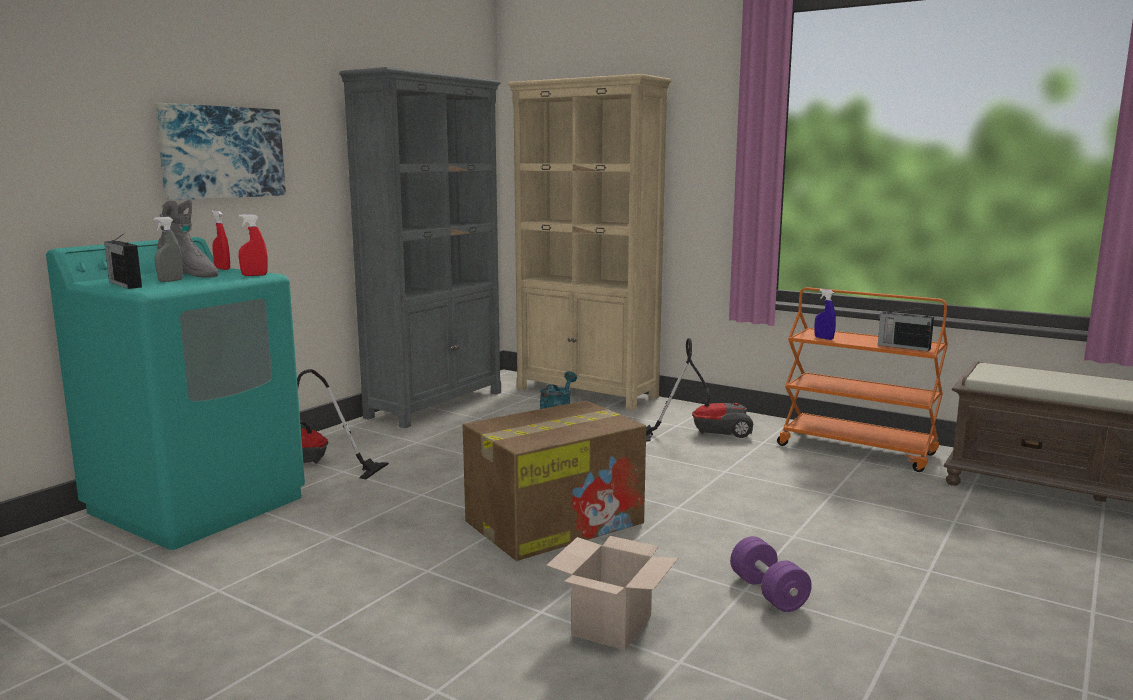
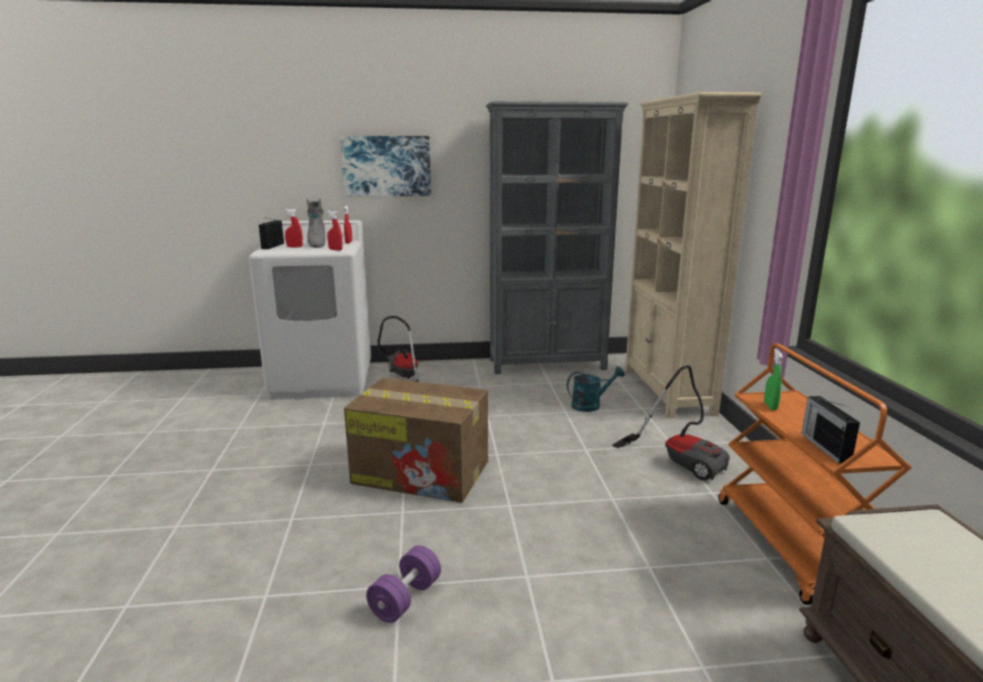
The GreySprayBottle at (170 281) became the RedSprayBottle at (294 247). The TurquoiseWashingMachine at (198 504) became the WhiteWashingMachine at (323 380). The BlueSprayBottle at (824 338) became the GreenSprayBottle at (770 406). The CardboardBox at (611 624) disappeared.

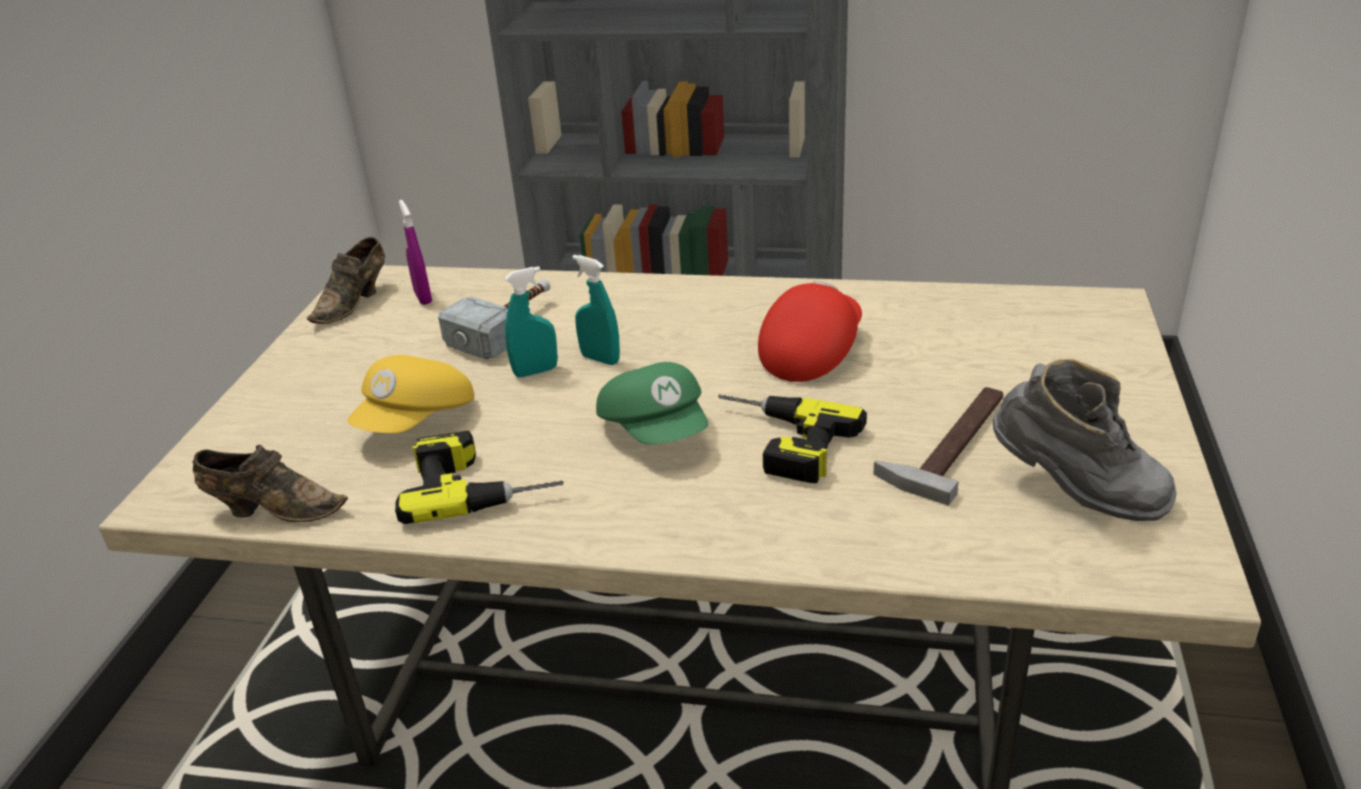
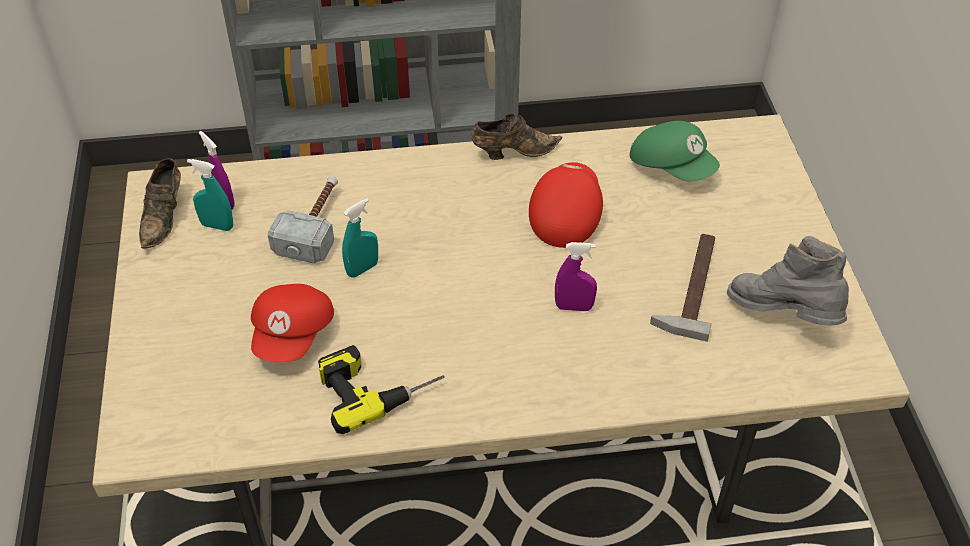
The TurquoiseSprayBottle moved from (600 359) to (217 226). The YellowCap at (418 421) became the RedCap at (294 335). The GreyBoot at (1075 494) turned 150 degrees counterclockwise. The GreenCap moved from (657 430) to (672 166). The PowerDrill at (776 442) was replaced by the PurpleSprayBottle at (574 307). The BrownShoe moved from (273 510) to (513 152).

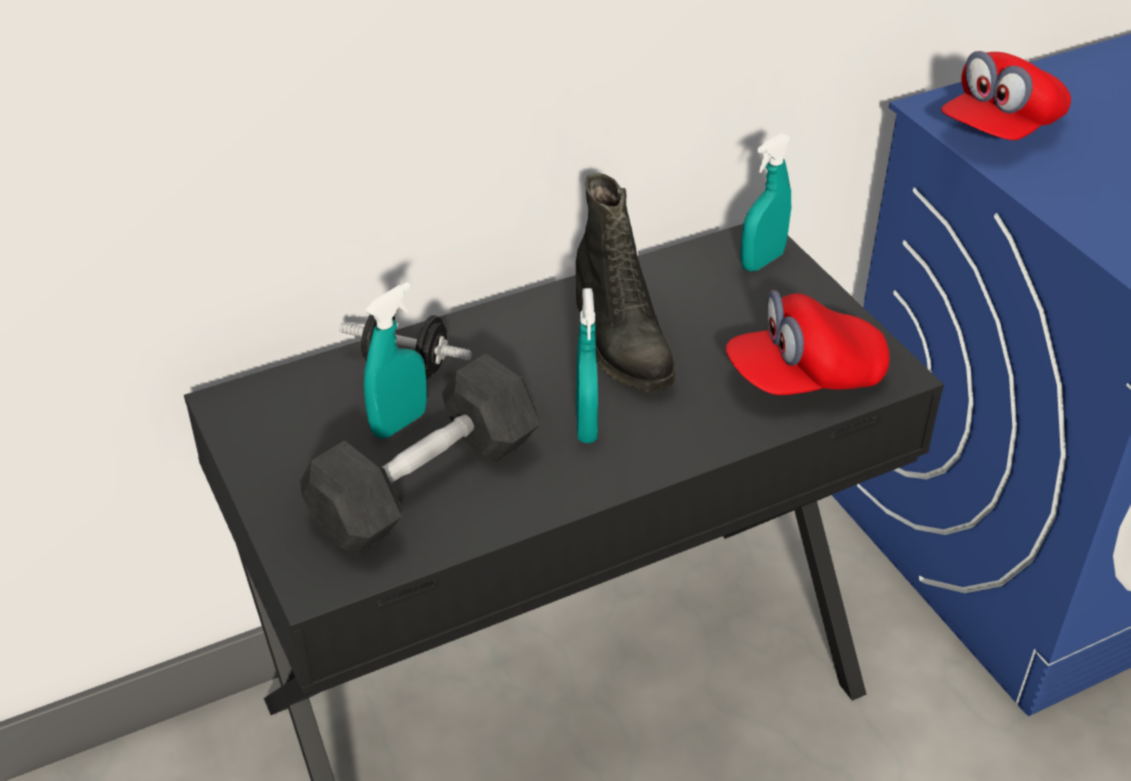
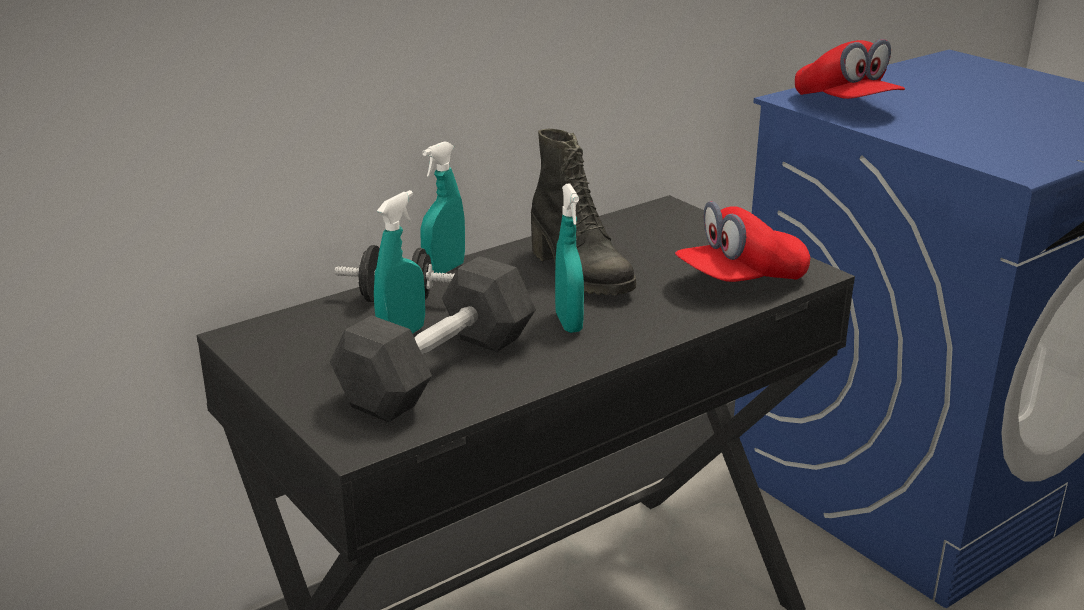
The RedCap at (1000 129) turned 60 degrees counterclockwise. The TurquoiseSprayBottle moved from (762 261) to (444 270).

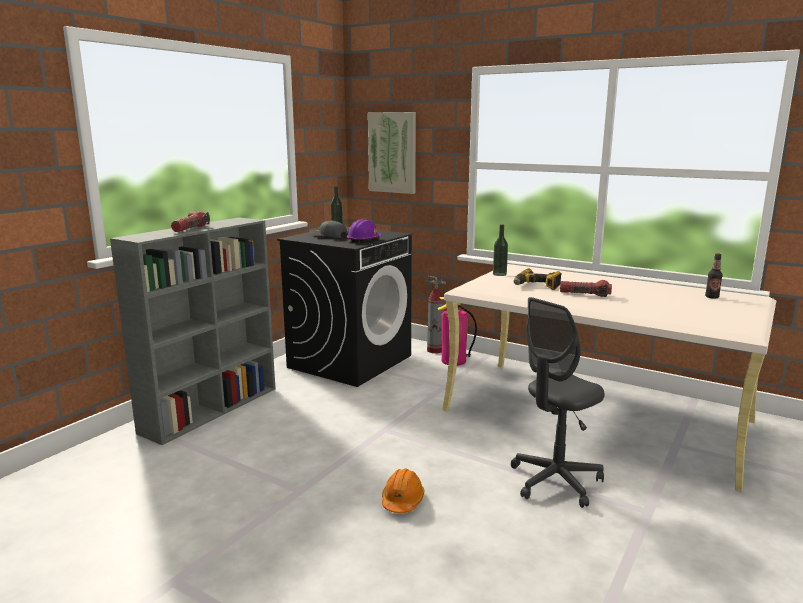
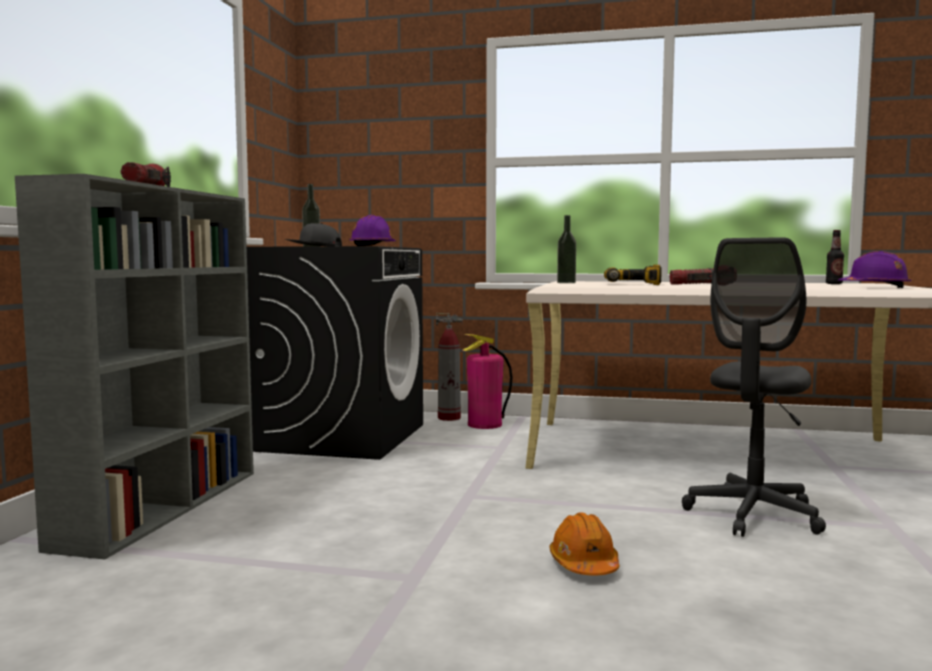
The Picture at (392 152) disappeared. The PurpleHardHat at (874 287) appeared.

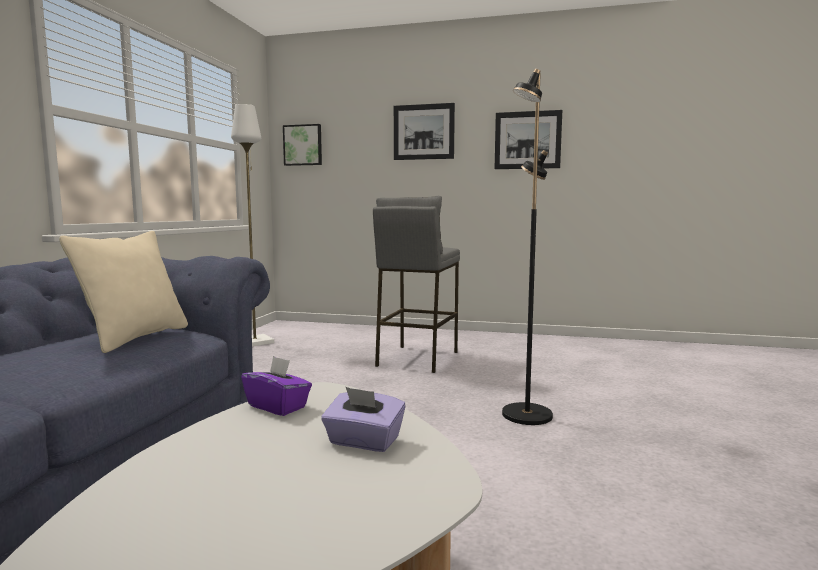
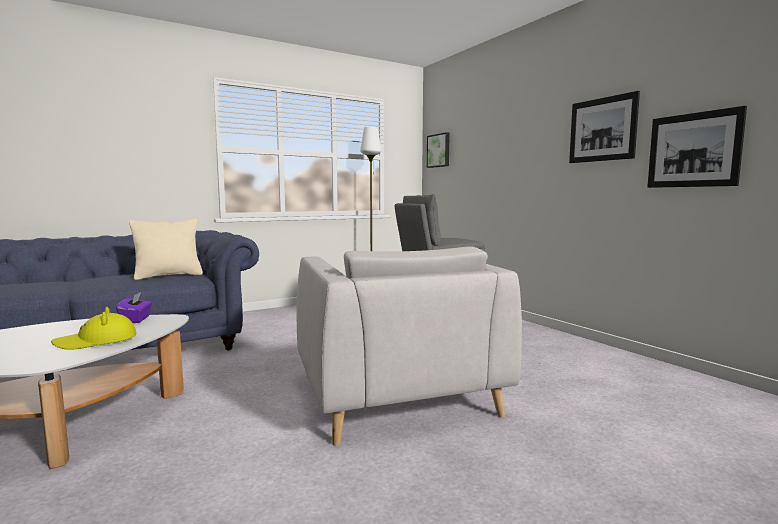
The BlackFloorLamp at (525 415) was replaced by the GreyArmchair at (396 395). The Picture moved from (423 132) to (693 150). The PurpleTissueBox at (363 442) was replaced by the YellowHat at (97 341).

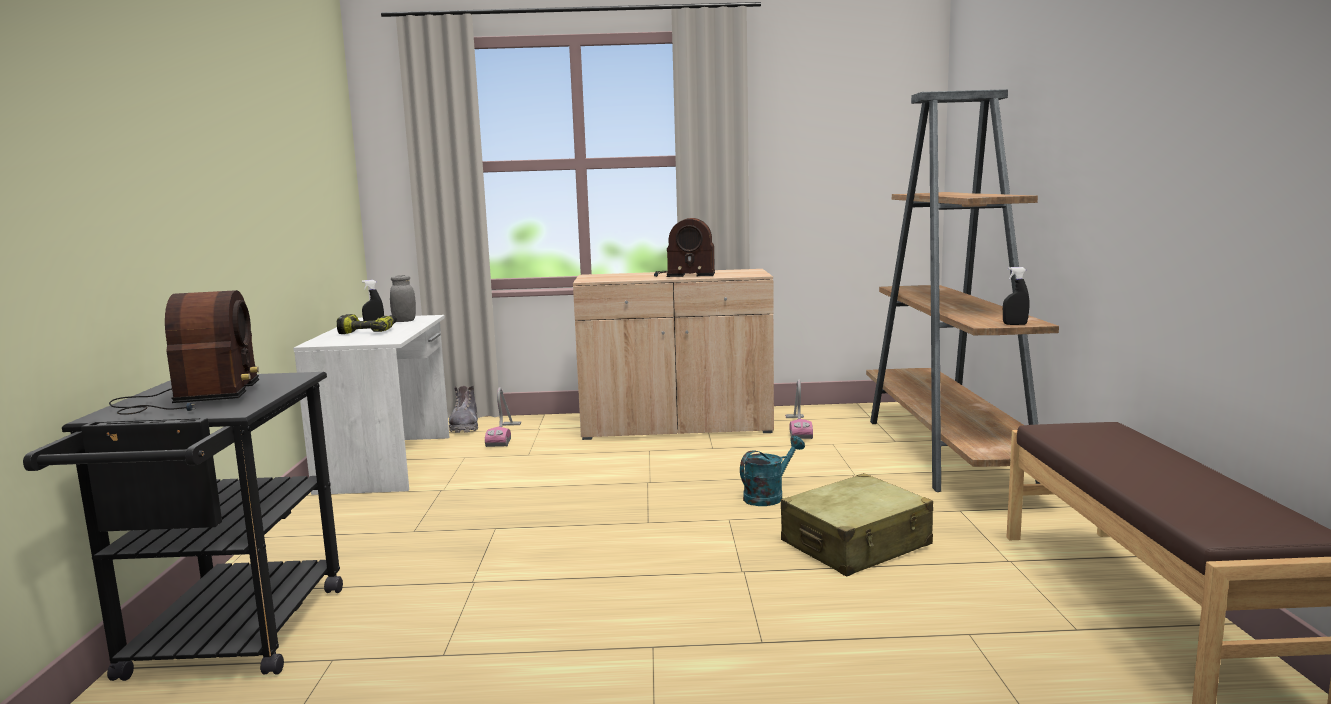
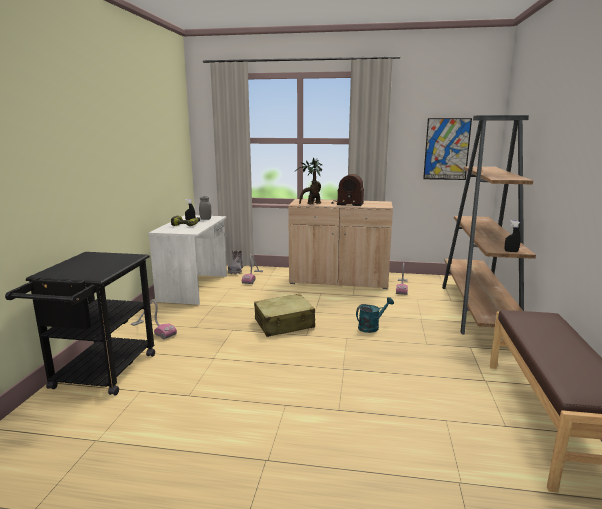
The Radio at (190 399) disappeared. The BeigeSuitcase moved from (856 544) to (284 324). The Picture at (446 149) appeared. The PottedPlant at (311 204) appeared. The VacuumCleaner at (153 330) appeared.

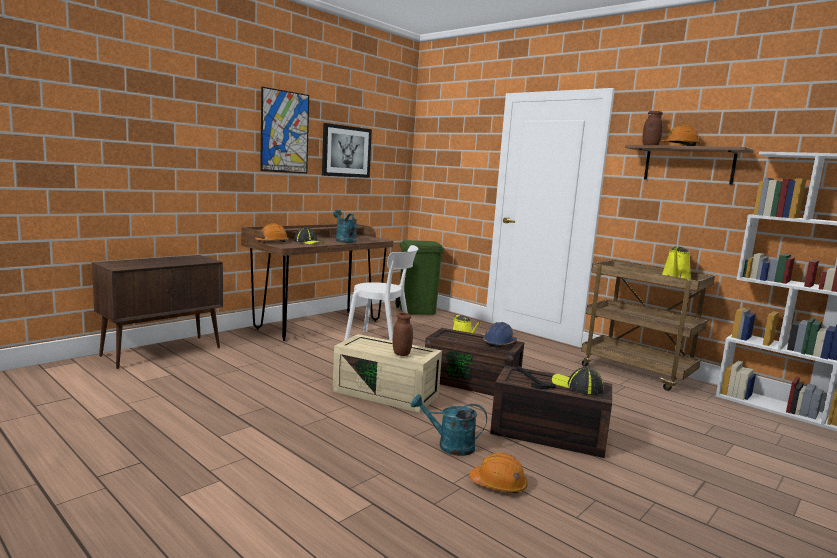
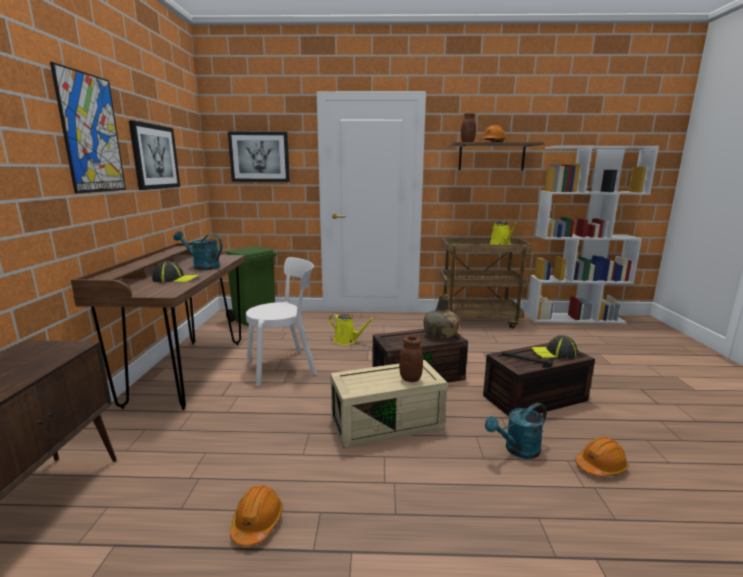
The OrangeHardHat moved from (272 242) to (257 523). The BlueHardHat at (499 344) was replaced by the GreenBottle at (440 334). The Picture at (259 157) appeared.

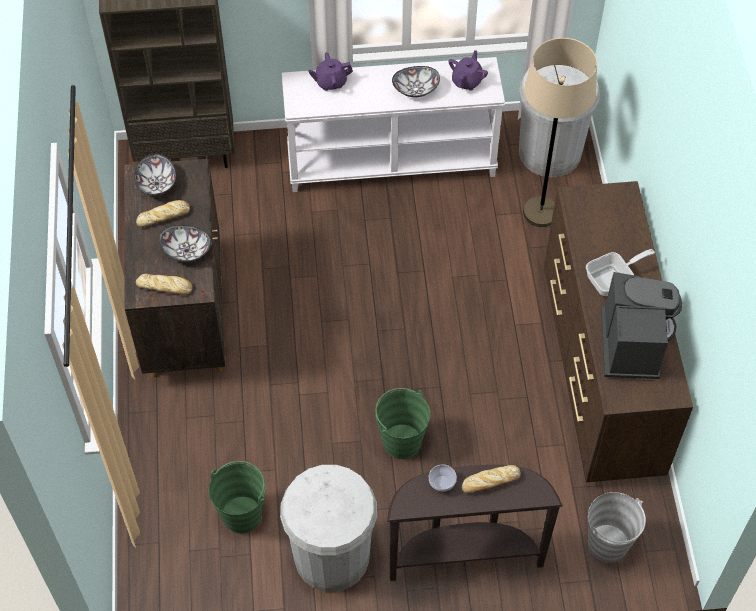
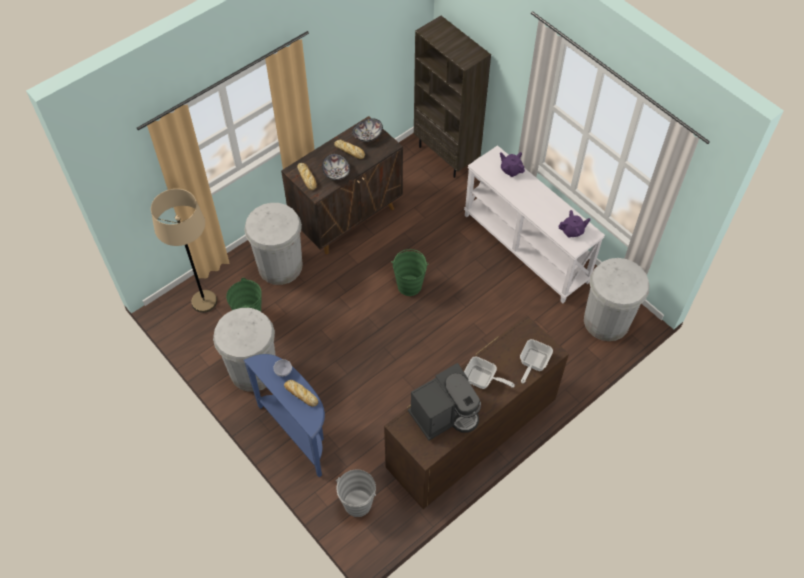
The BeigeFloorLamp moved from (540 212) to (204 301). The Bowl at (415 90) disappeared. The GreenBucket moved from (401 441) to (409 285). The BrownConsoleTable at (464 555) became the BlueConsoleTable at (298 433). The WhiteTrashCan at (280 266) appeared. The FryingPan at (532 363) appeared.

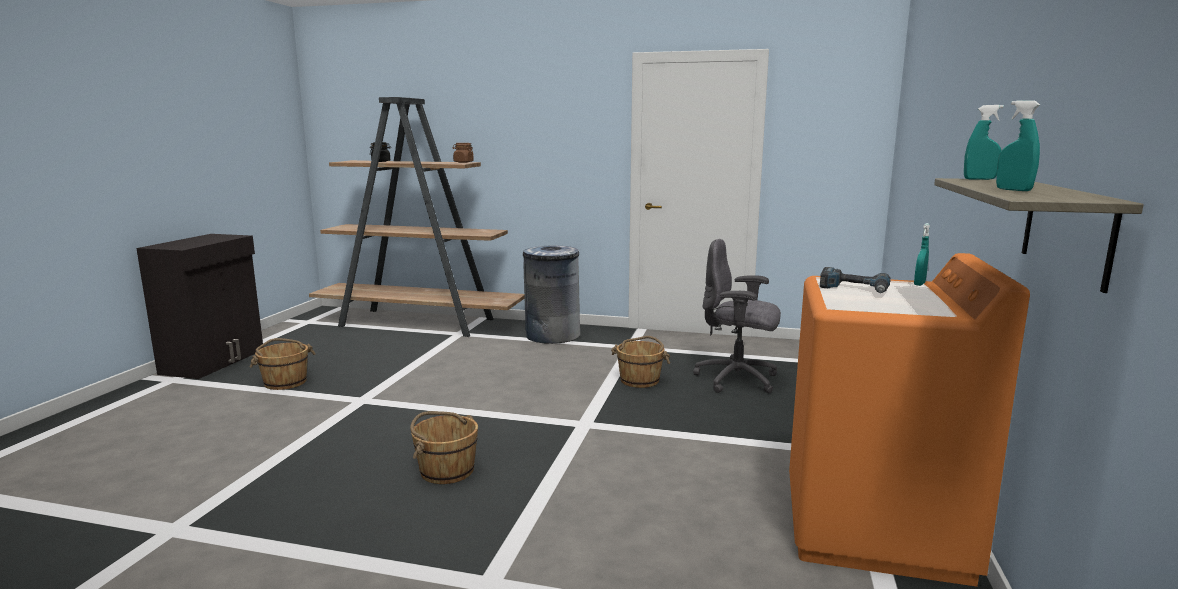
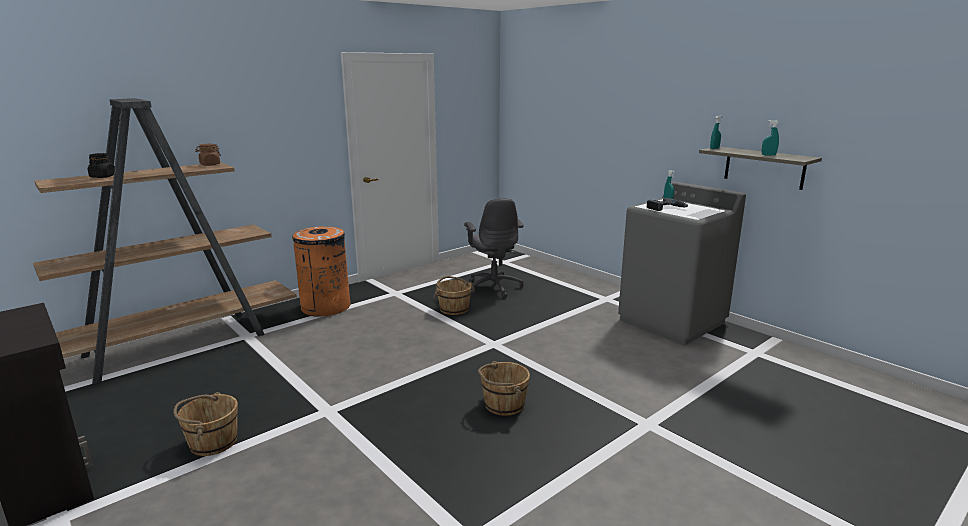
The GreyOfficeChair at (737 380) turned 75 degrees counterclockwise. The GreyTrashCan at (552 335) became the OrangeTrashCan at (325 307). The OrangeWashingMachine at (874 527) became the GreyWashingMachine at (672 321).

